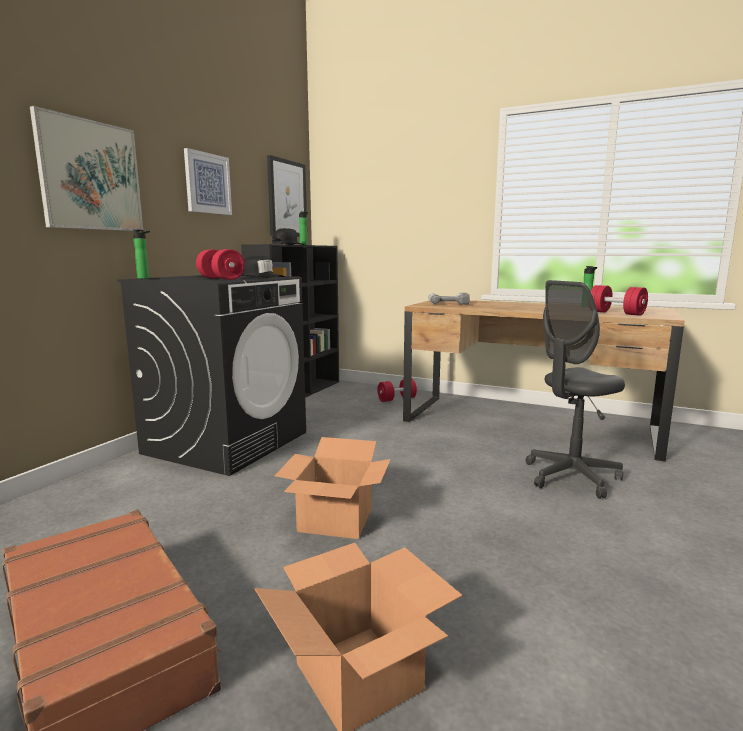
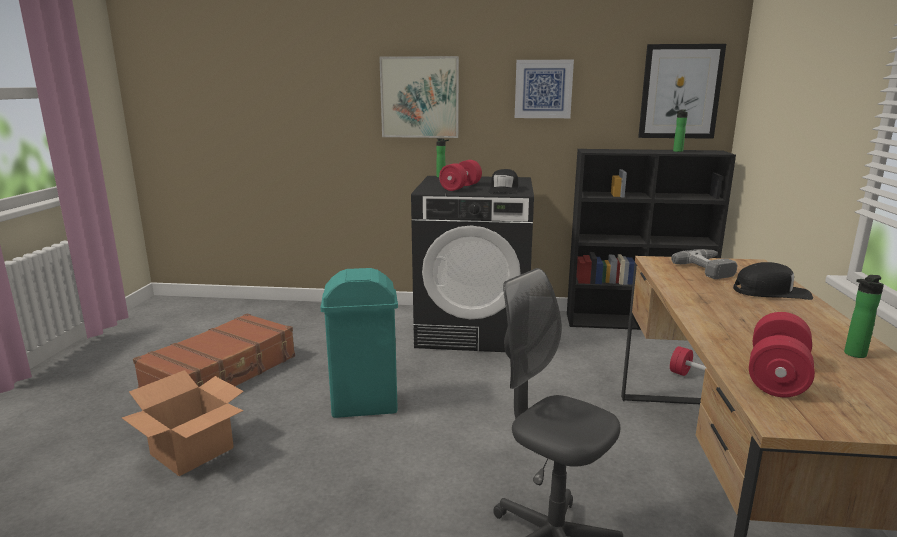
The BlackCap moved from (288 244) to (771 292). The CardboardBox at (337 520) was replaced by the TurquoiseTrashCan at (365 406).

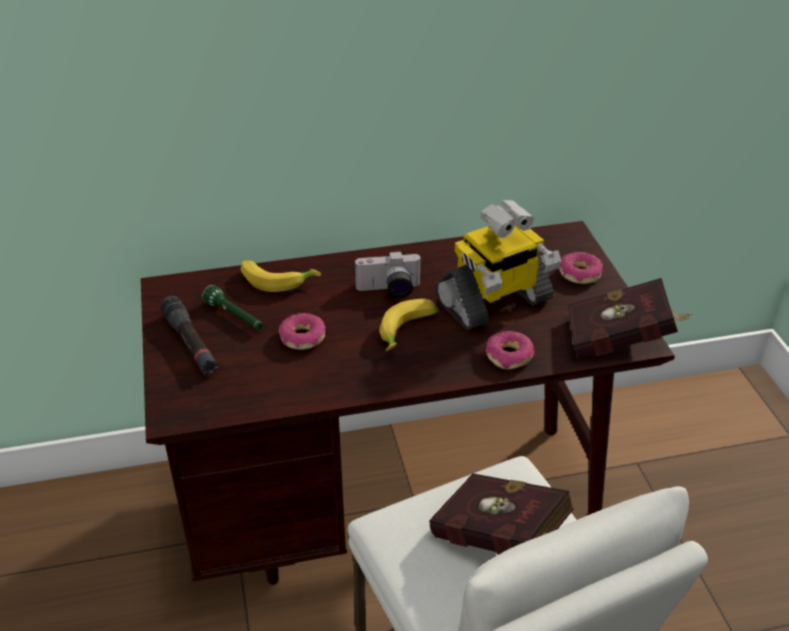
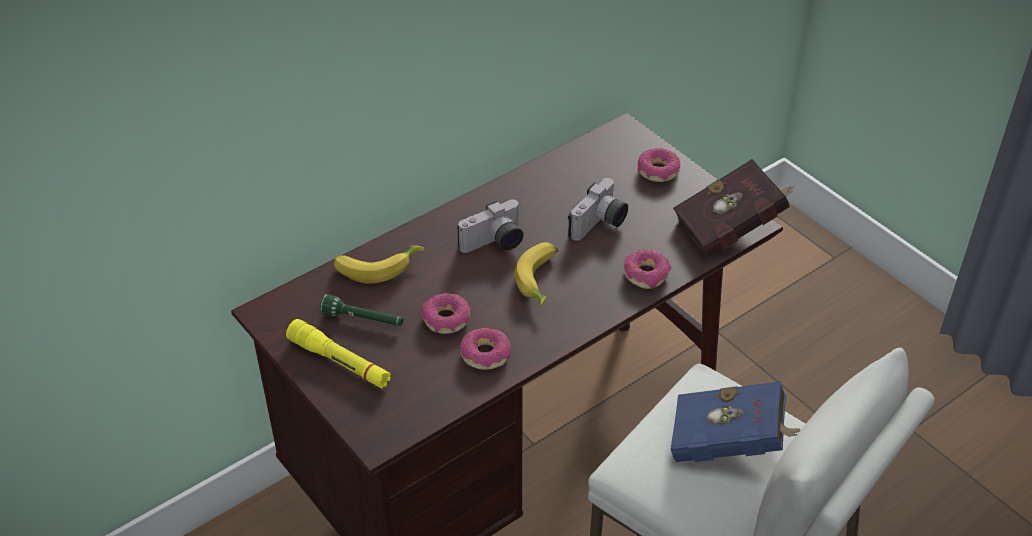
The ToyRobot at (494 302) was replaced by the PhotoCamera at (600 225). The BlackFlashlight at (190 343) became the YellowFlashlight at (339 362). The RedBook at (502 541) became the BlueBook at (730 444). The Donut at (485 354) appeared.

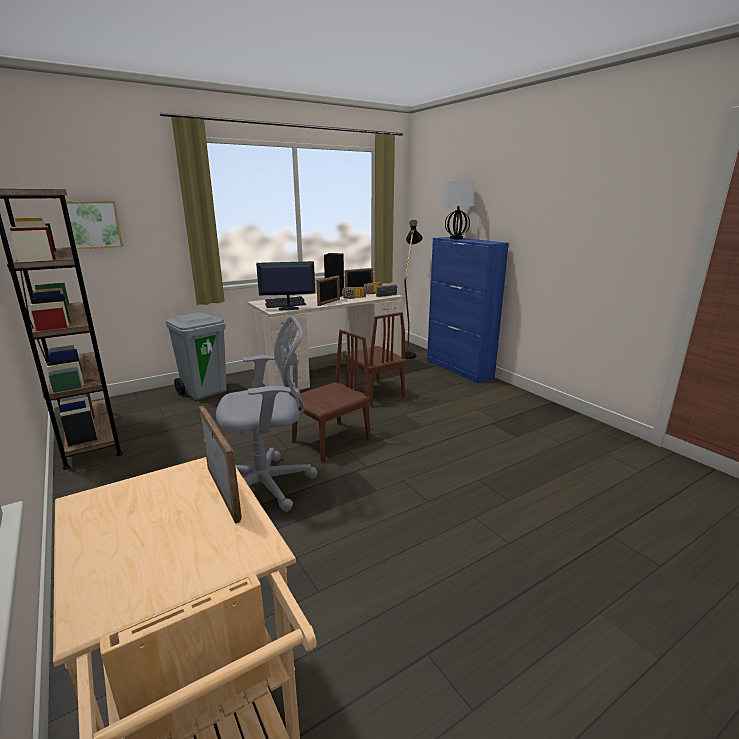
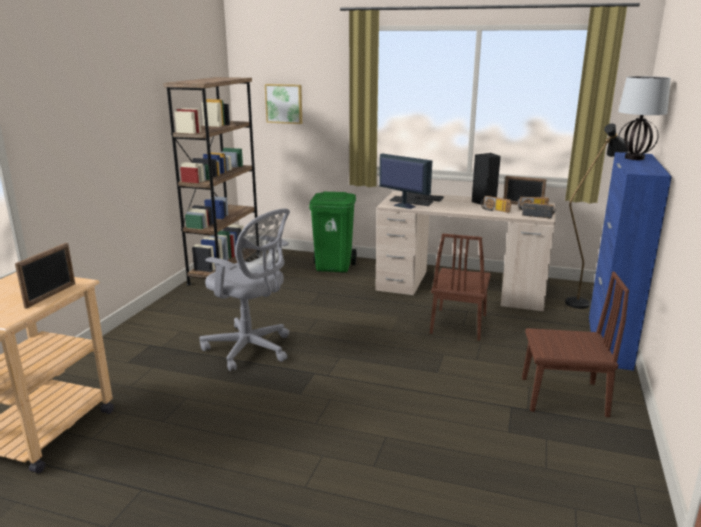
The PictureFrame at (329 302) disappeared. The GreyTrashCan at (205 392) became the GreenTrashCan at (334 267). The BrownChair moved from (331 441) to (563 396).

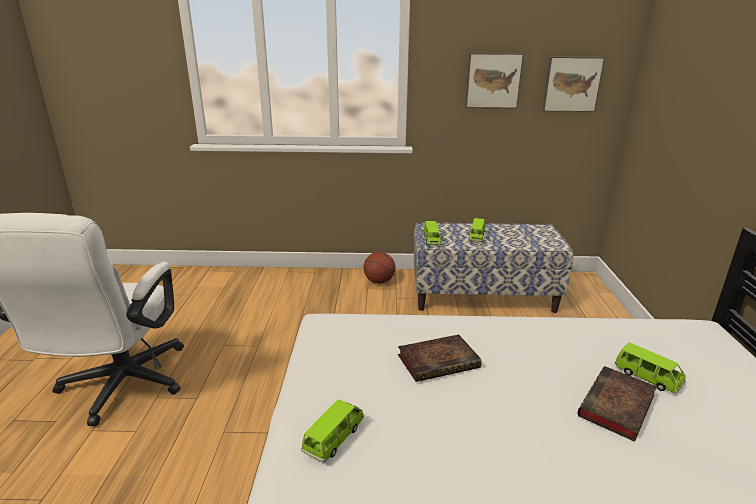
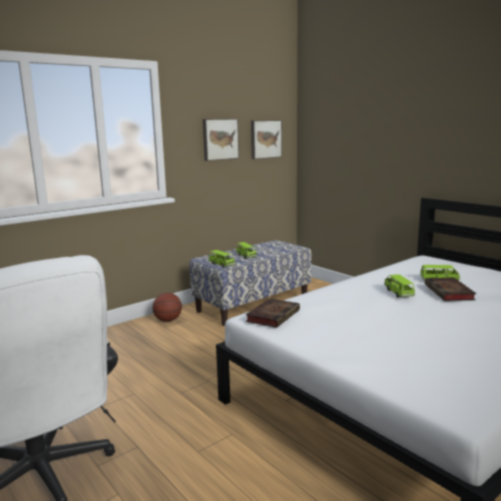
The Book moved from (439 361) to (273 315). The GreenToyCar moved from (334 438) to (398 293).

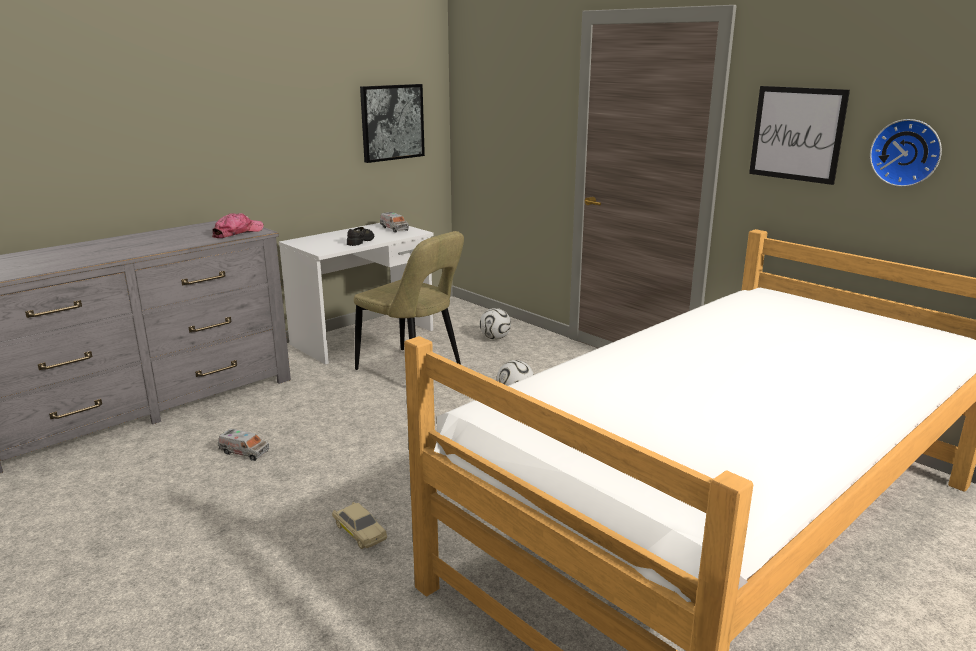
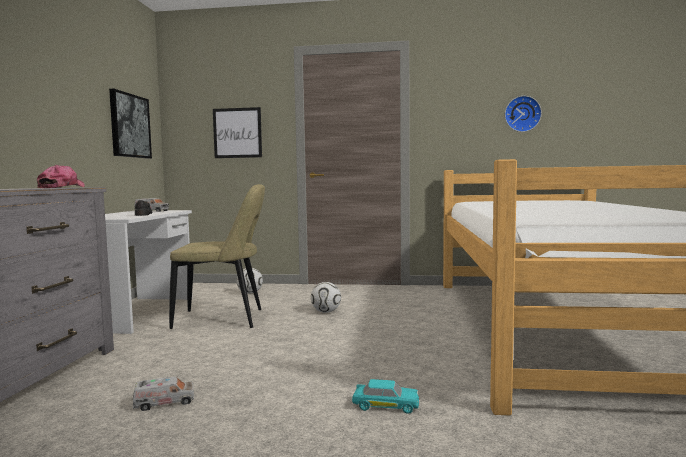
The Picture moved from (797 134) to (237 133). The BeigeToyCar at (359 532) became the TurquoiseToyCar at (385 405).

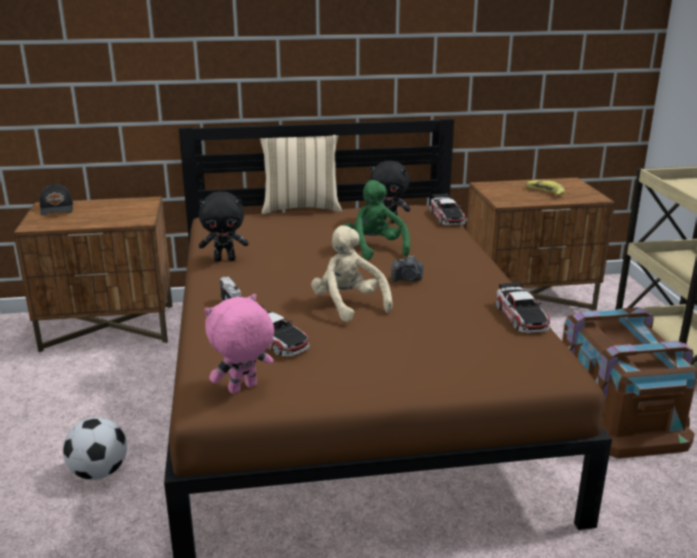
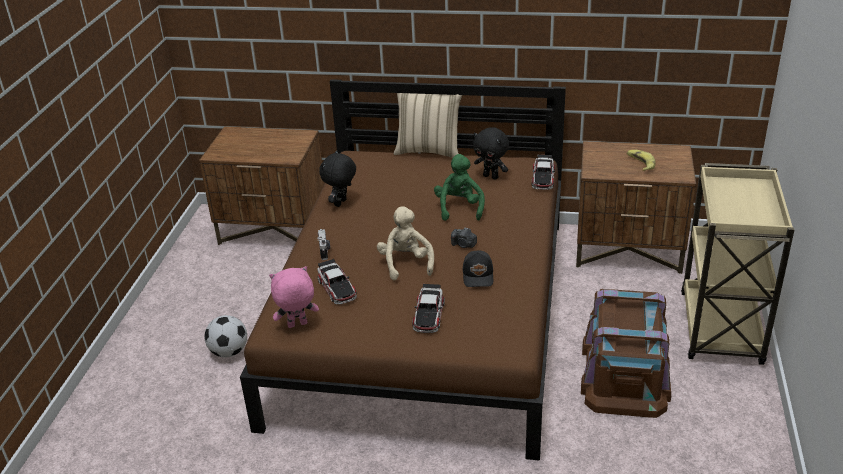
The BlackCap moved from (57 209) to (478 275). The BlackPlushToy at (225 259) turned 105 degrees clockwise. The ToyCar moved from (521 316) to (428 314).

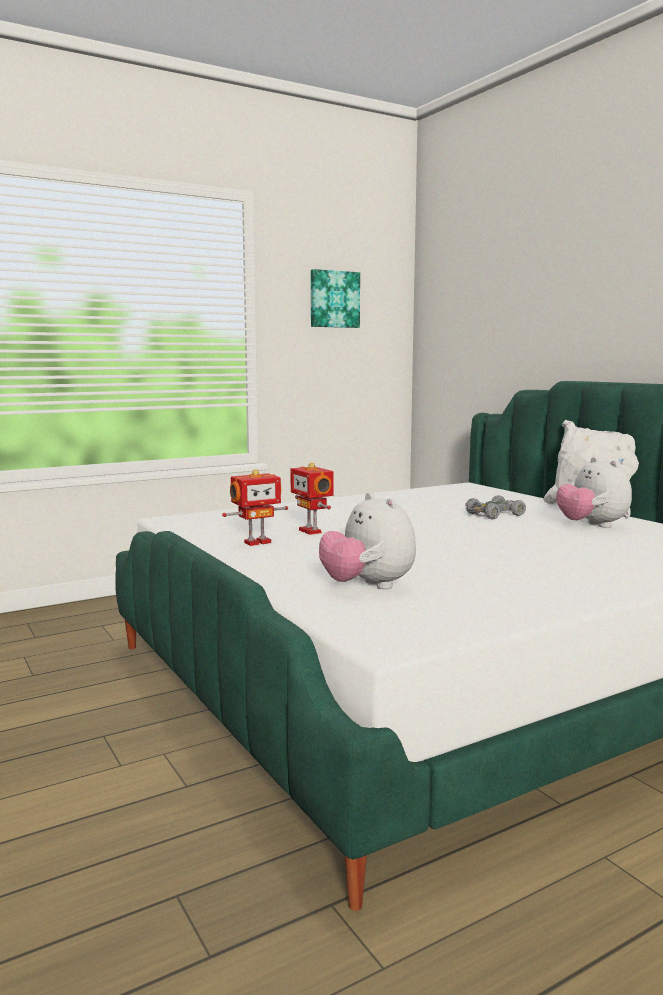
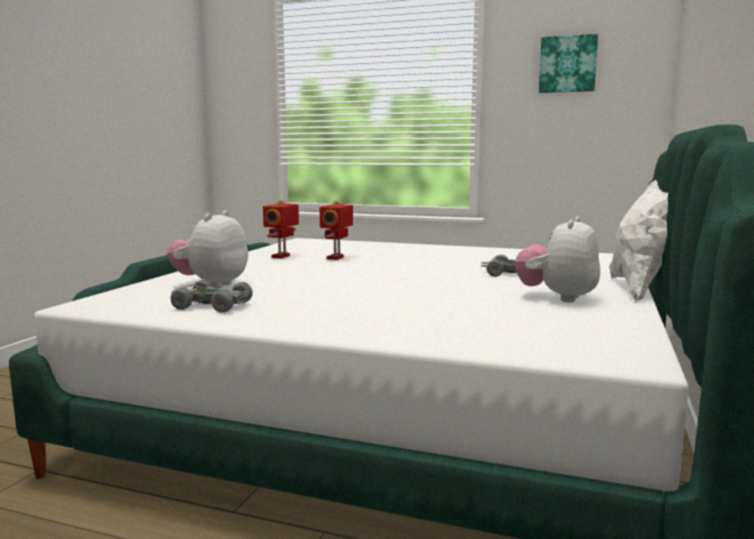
The ToyRobot at (256 542) turned 90 degrees clockwise. The GreyToyCar at (211 306) appeared.

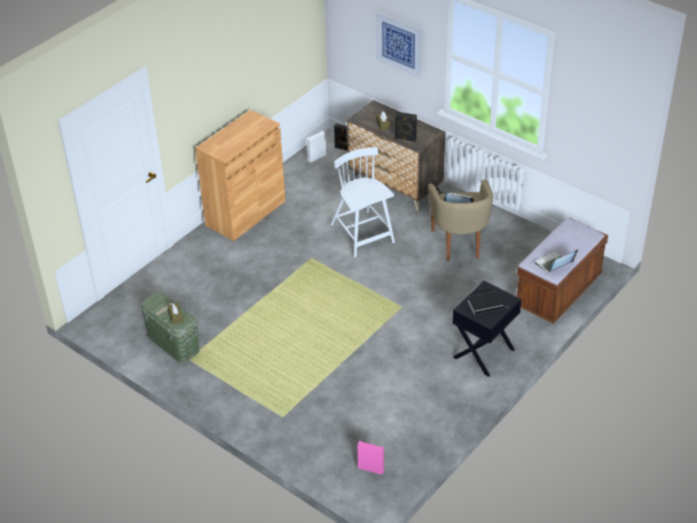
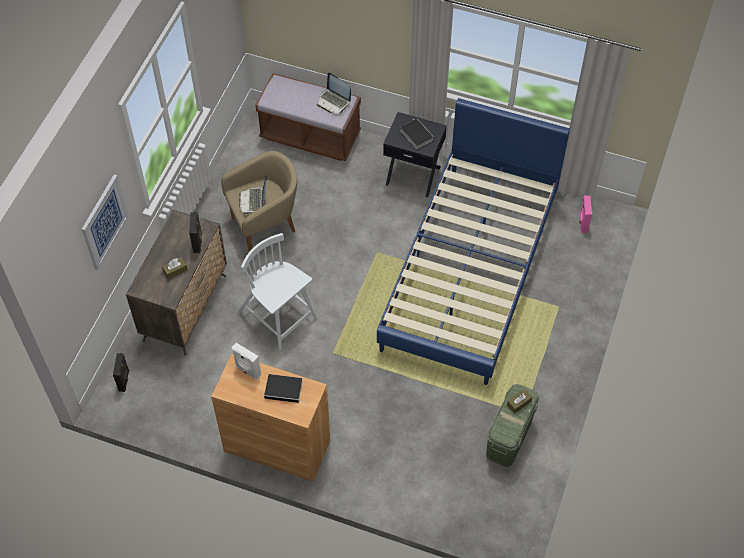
The WhiteSpeaker moved from (316 157) to (247 371). The WhiteChair at (362 234) turned 90 degrees clockwise. The BlueBed at (469 272) appeared. The Book at (285 389) appeared.

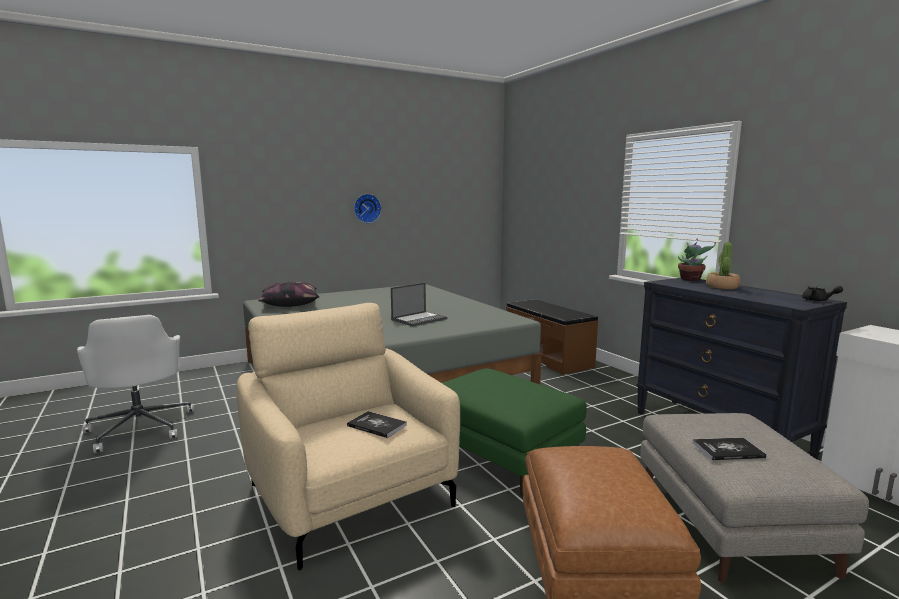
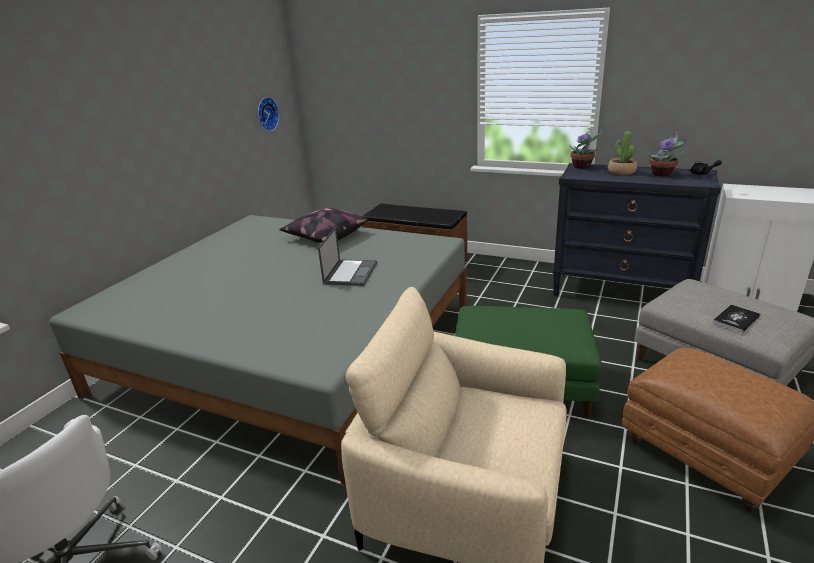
The WallClock moved from (366 208) to (266 114). The Pillow moved from (289 304) to (325 236). The Book at (377 425) disappeared. The PottedPlant at (663 174) appeared.

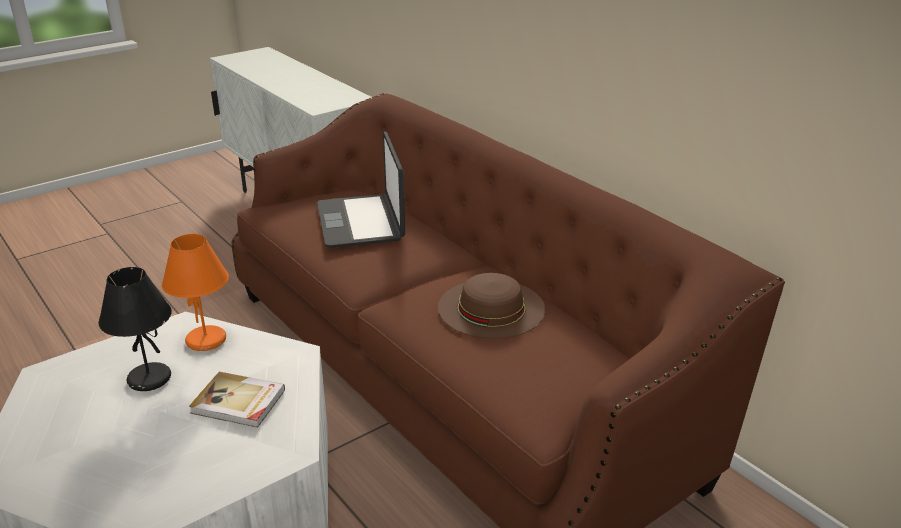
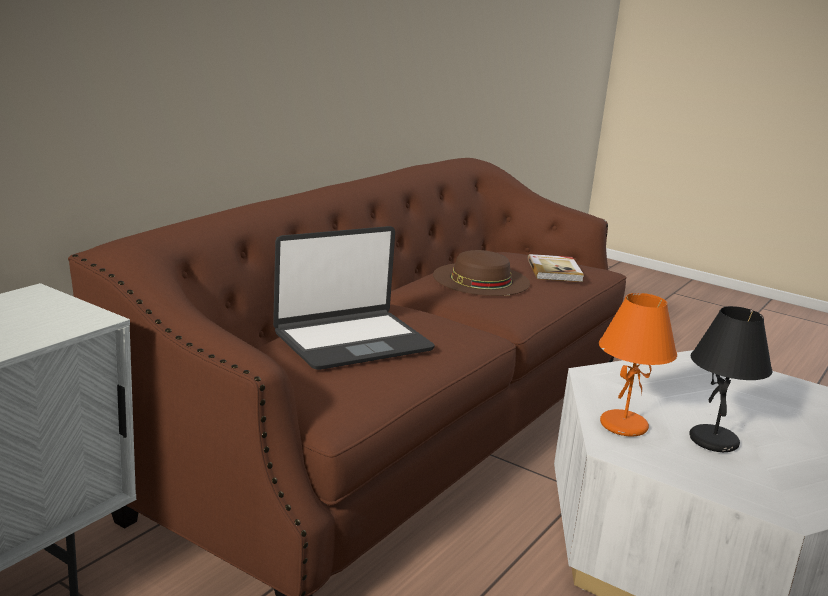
The Book moved from (238 402) to (555 271).

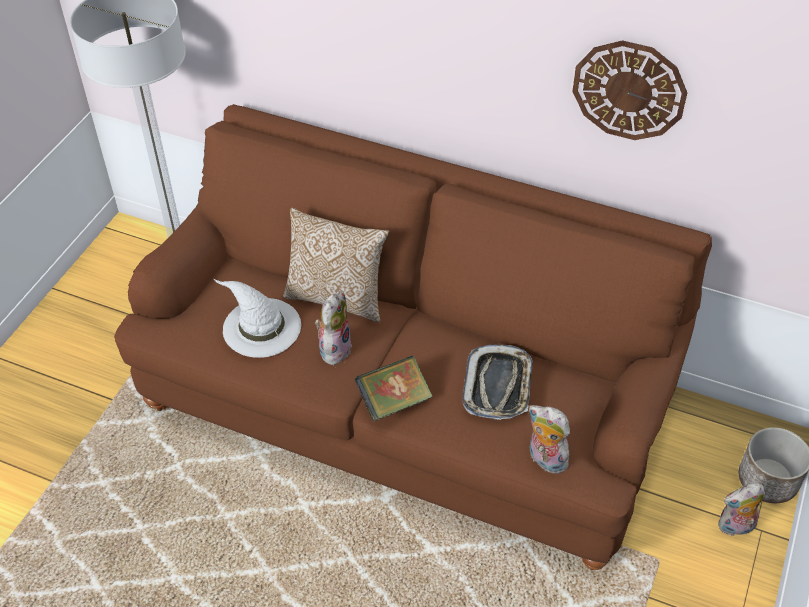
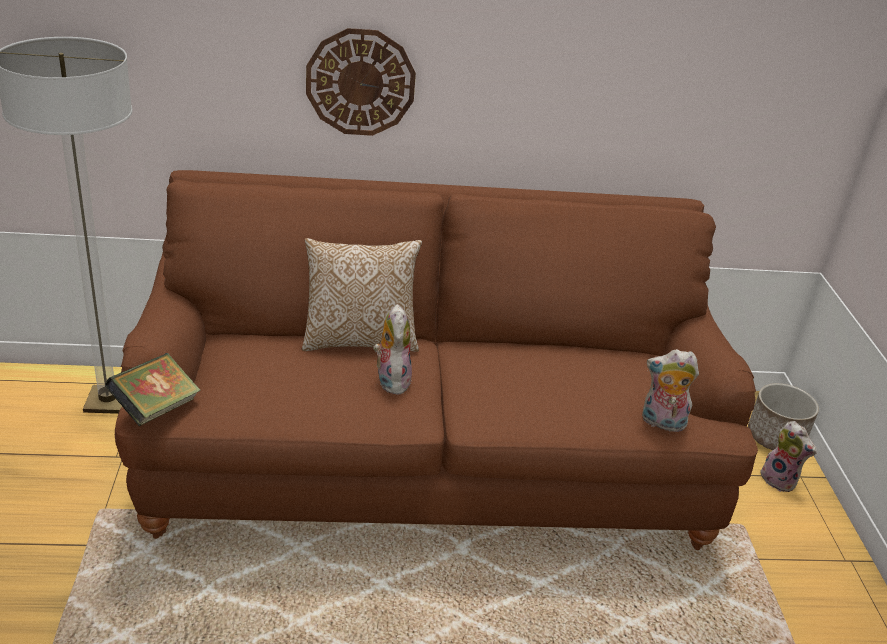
The WallClock moved from (629 90) to (360 82). The WhiteHat at (260 327) disappeared. The Tray at (498 386) disappeared. The Book moved from (394 401) to (156 408). The PlushToy at (735 527) turned 90 degrees counterclockwise.

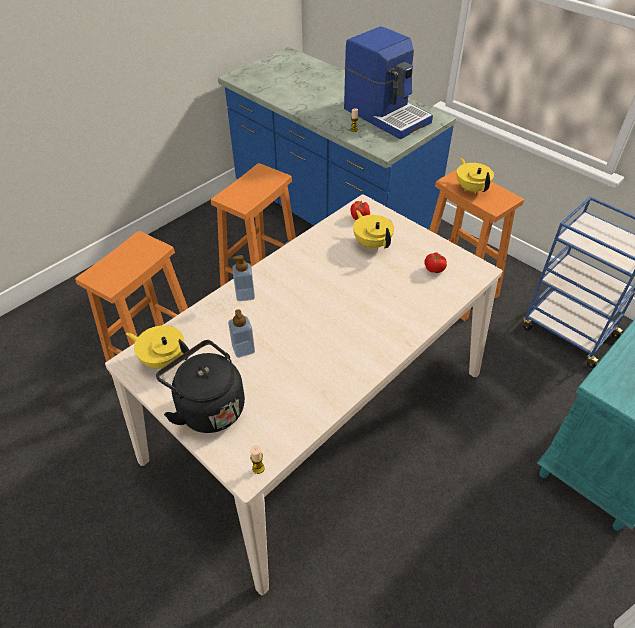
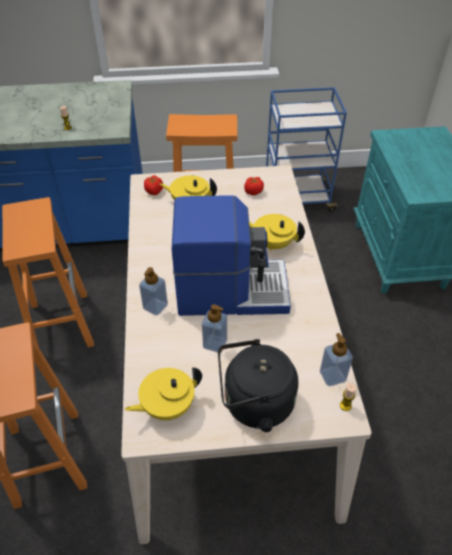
The CoffeeMachine moved from (387 115) to (231 289). The YellowTeapot moved from (471 188) to (273 243). The SoapDispenser at (332 376) appeared.

